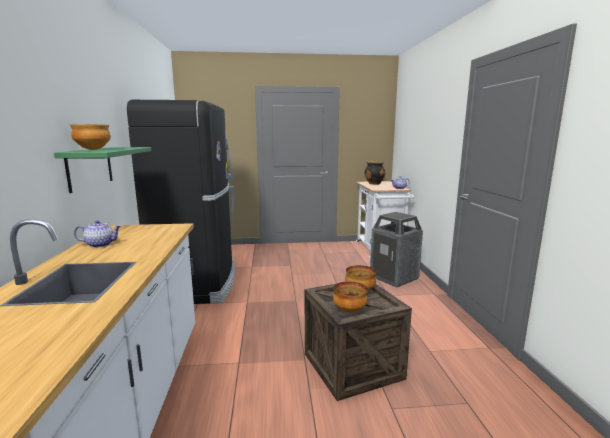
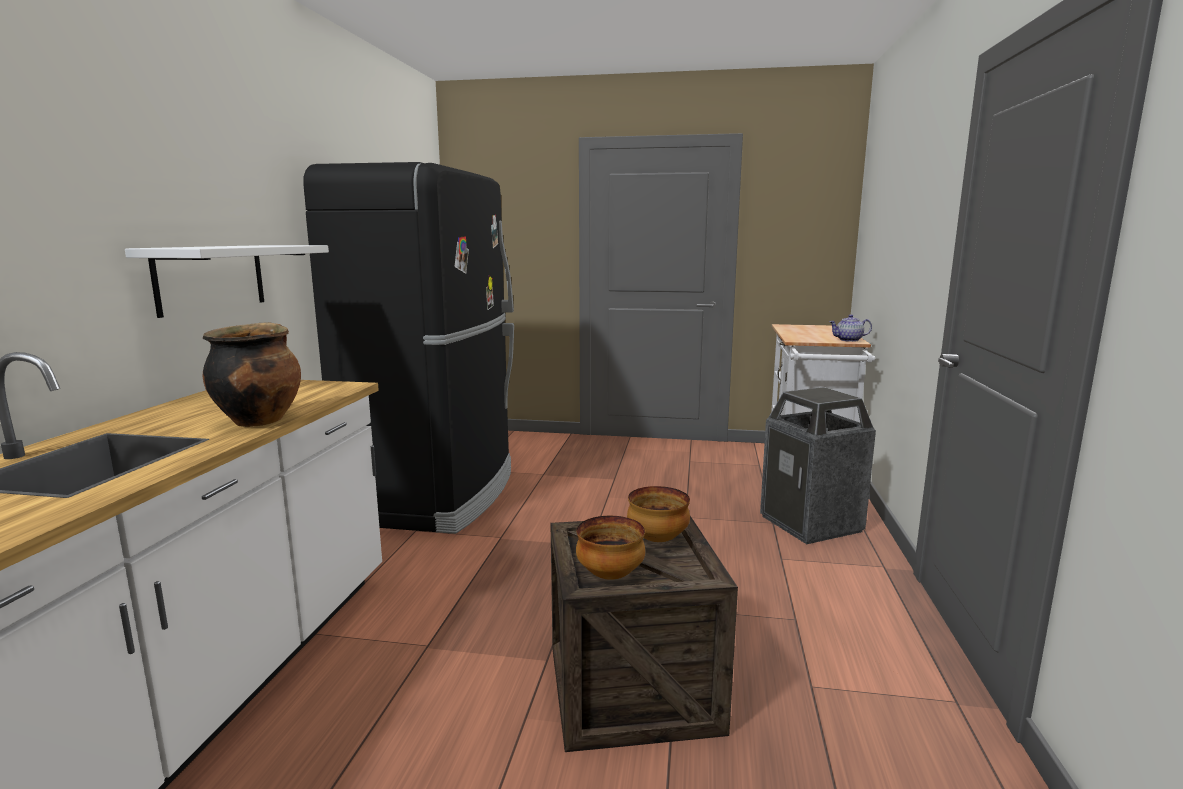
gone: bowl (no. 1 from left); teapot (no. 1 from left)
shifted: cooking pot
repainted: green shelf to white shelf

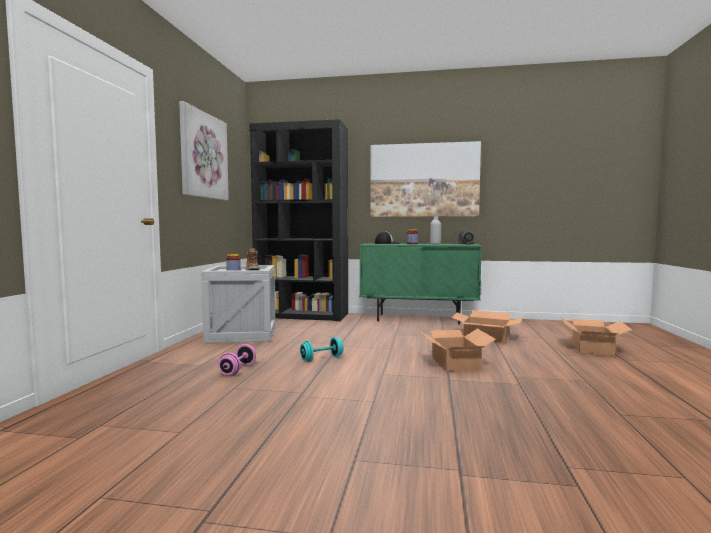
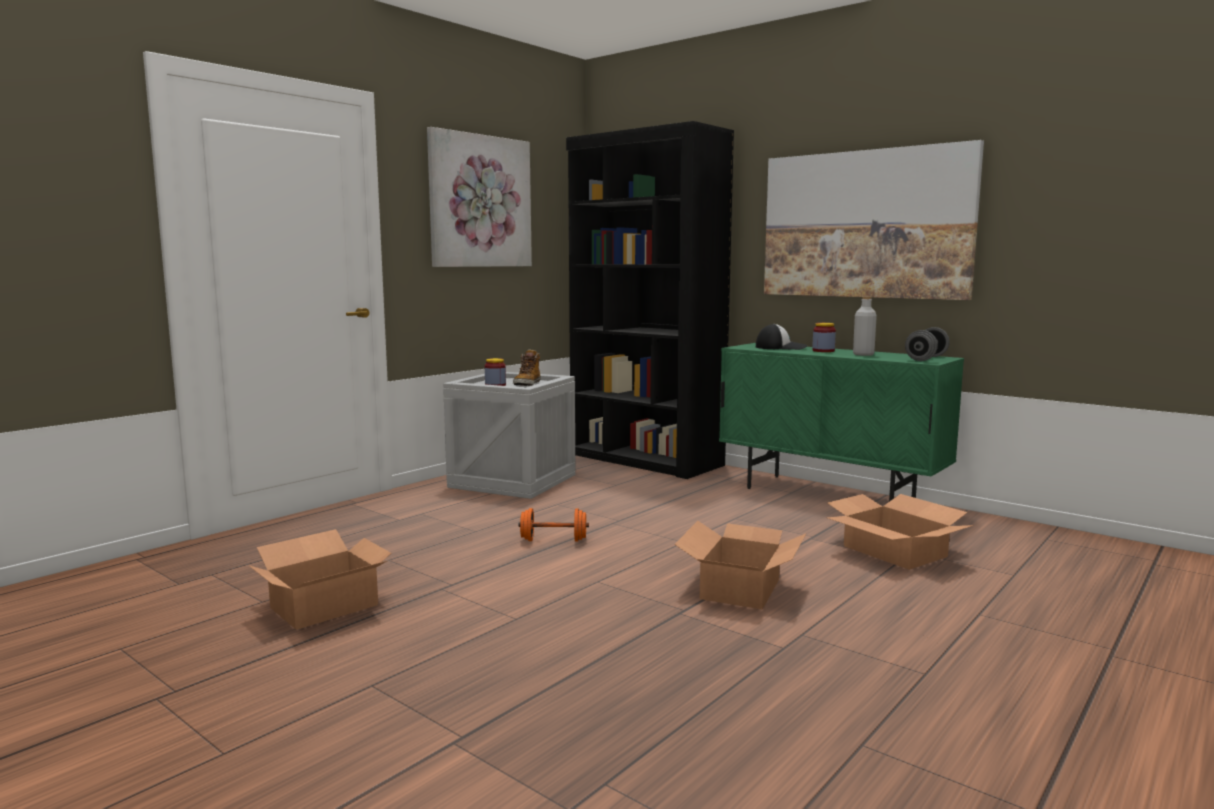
gone: pink dumbbell
shifted: cardboard box (no. 3 from left in the first image) to cardboard box (no. 1 from left)
repainted: turquoise dumbbell to orange dumbbell

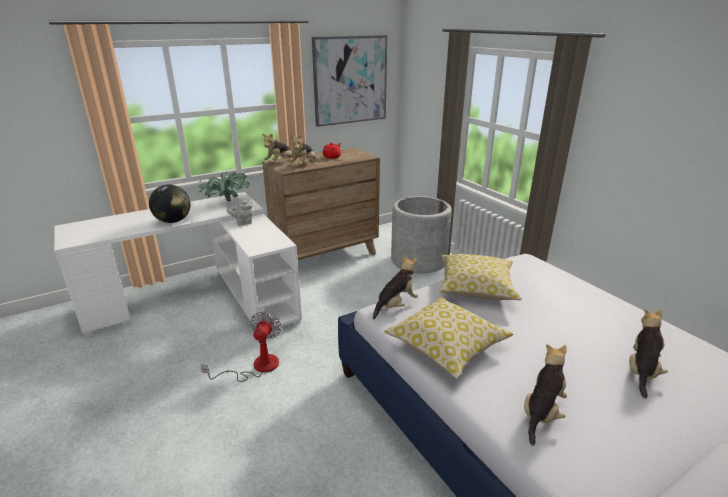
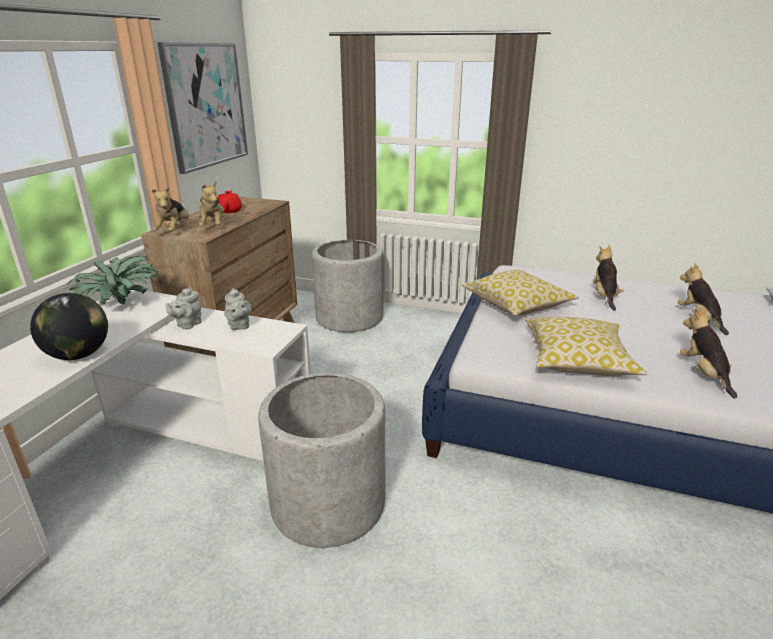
new: grey teapot (no. 2 from left)
shifted: plush toy (no. 3 from left)
swapped: fan to grey planter (no. 1 from left)

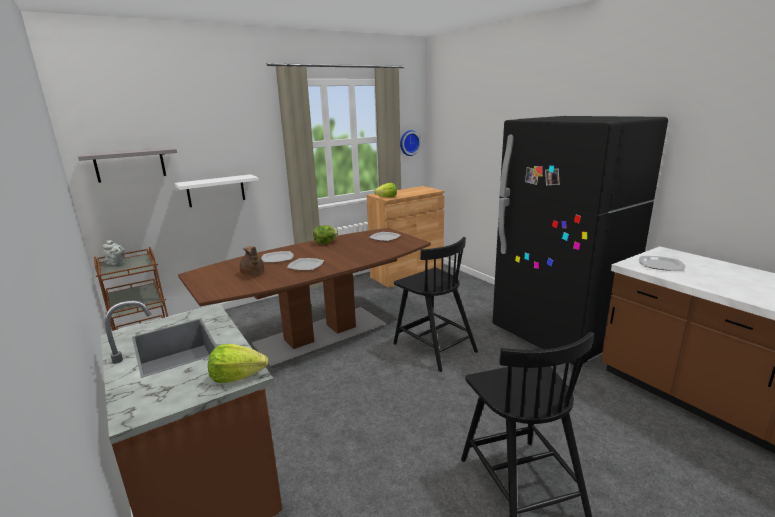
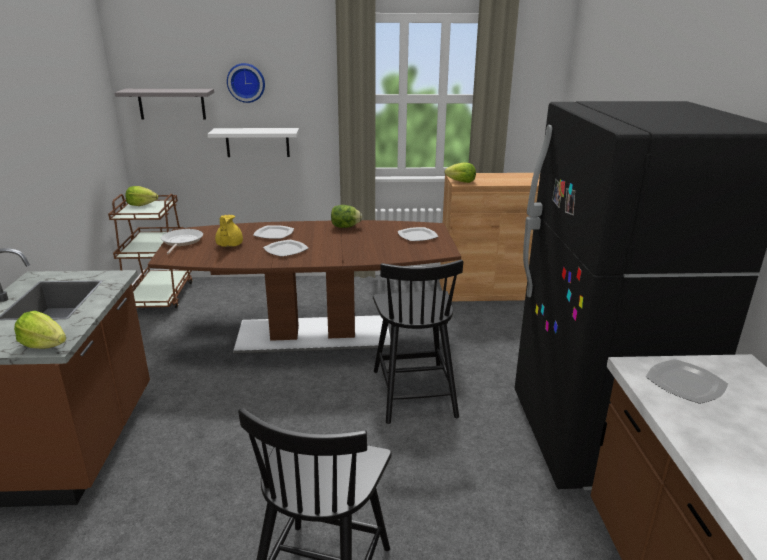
new: frying pan
shifted: wall clock
swapped: grey teapot to lettuce (no. 2 from left)
repainted: brown teapot to yellow teapot

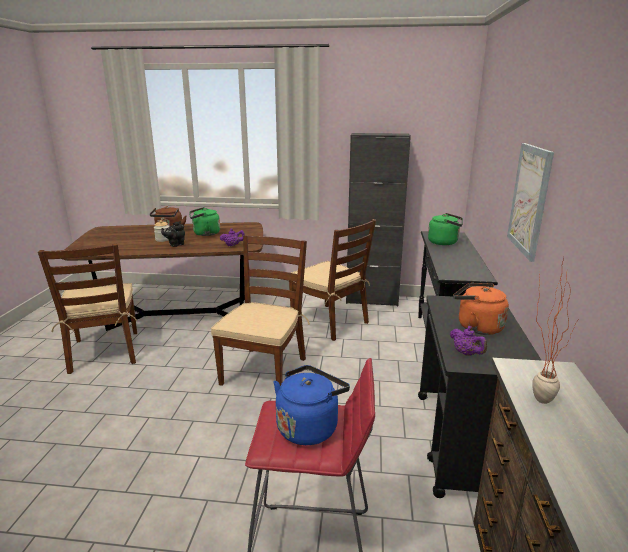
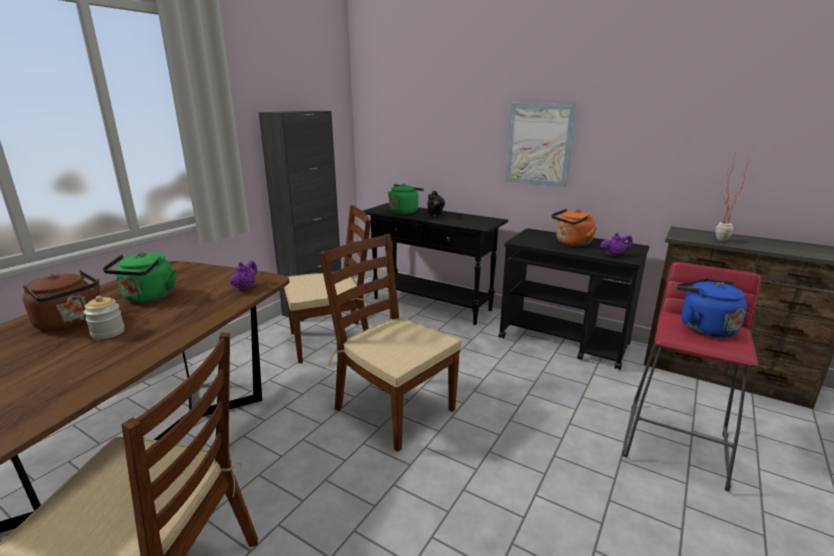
shifted: black teapot

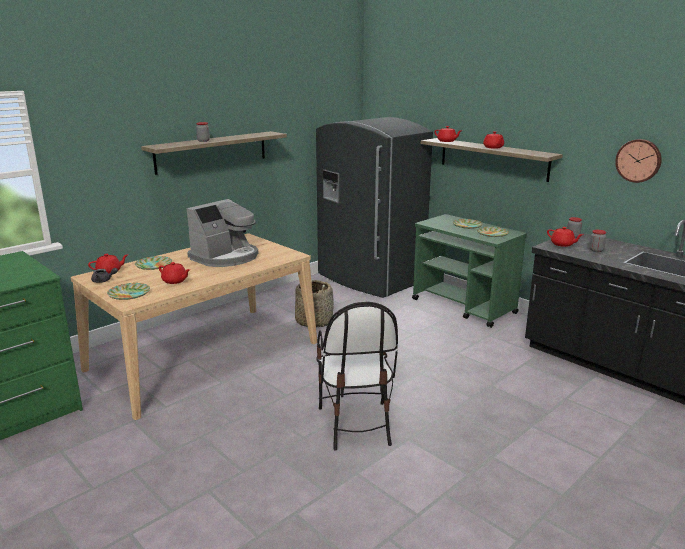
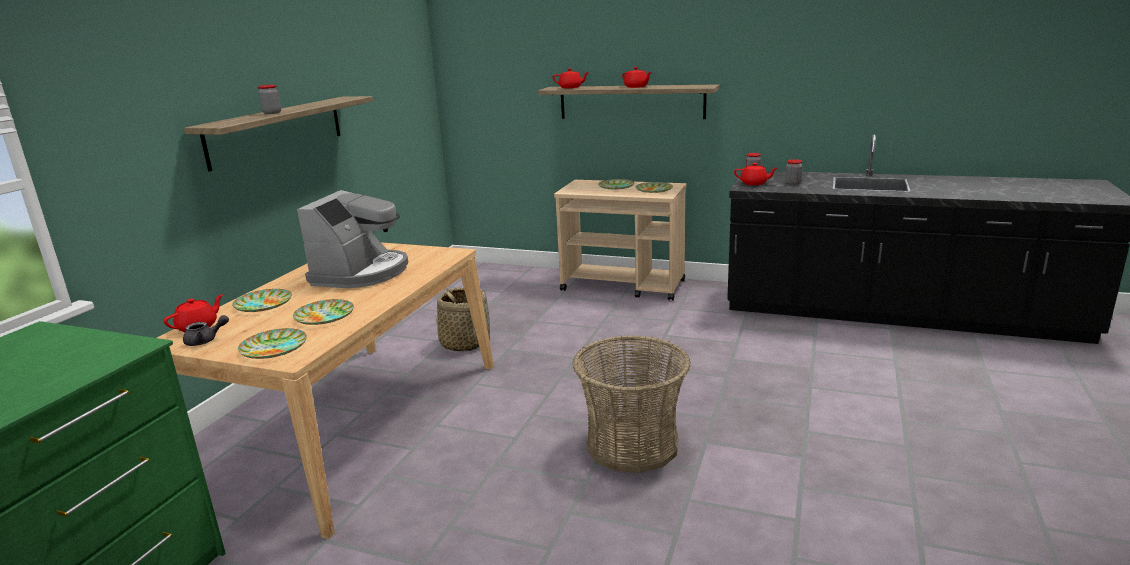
gone: grey fridge; wall clock
swapped: red teapot (no. 2 from left) to plate (no. 3 from left); chair to basket (no. 2 from left)
repainted: green cart to beige cart

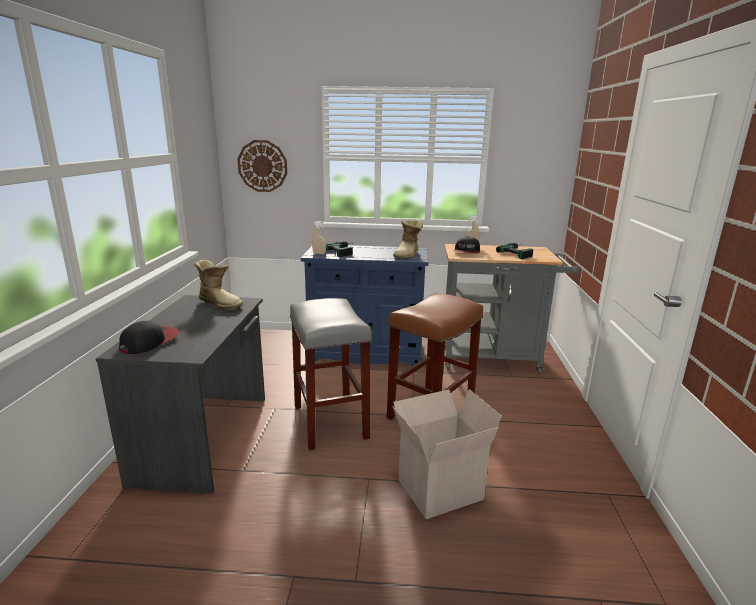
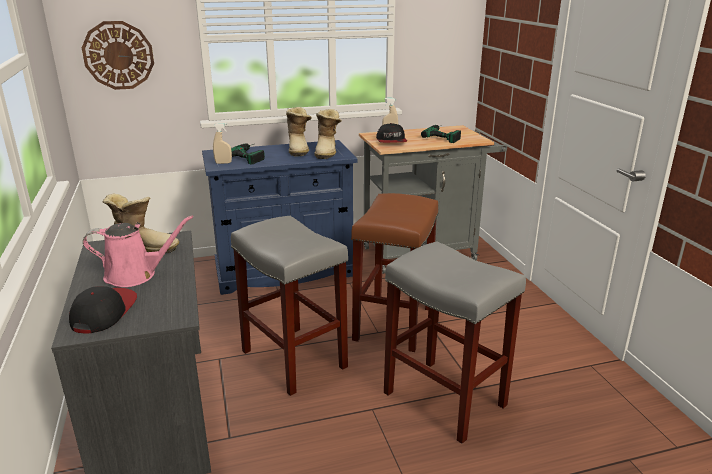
new: pink watering can; boot (no. 2 from left)
swapped: cardboard box to grey stool (no. 2 from left)

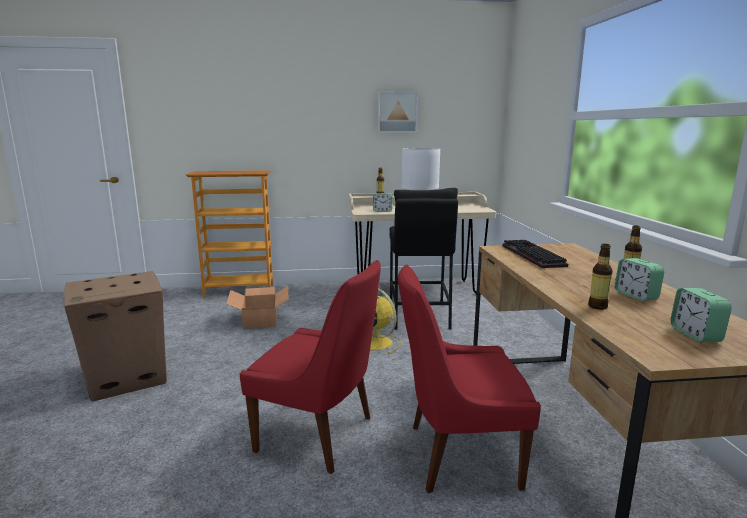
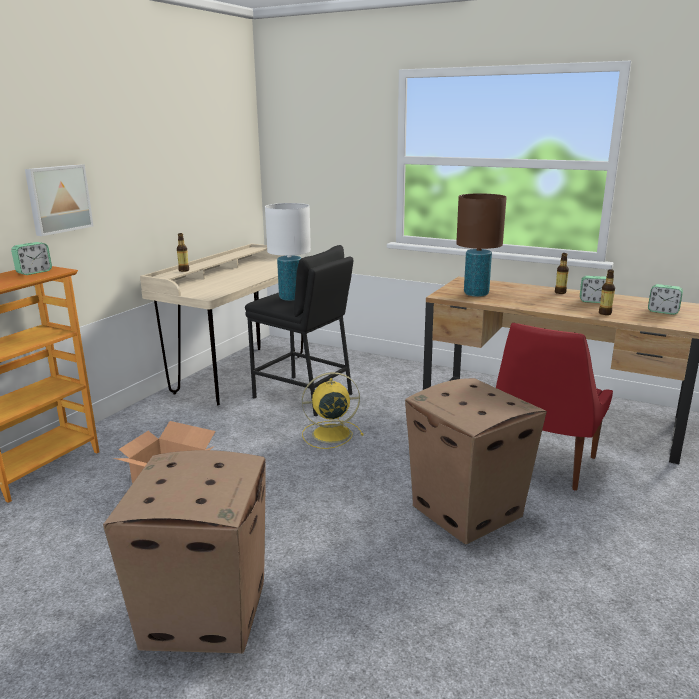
shifted: alarm clock (no. 1 from left); picture
swapped: red chair (no. 1 from left) to cardboard box (no. 3 from left); keyboard to brown table lamp

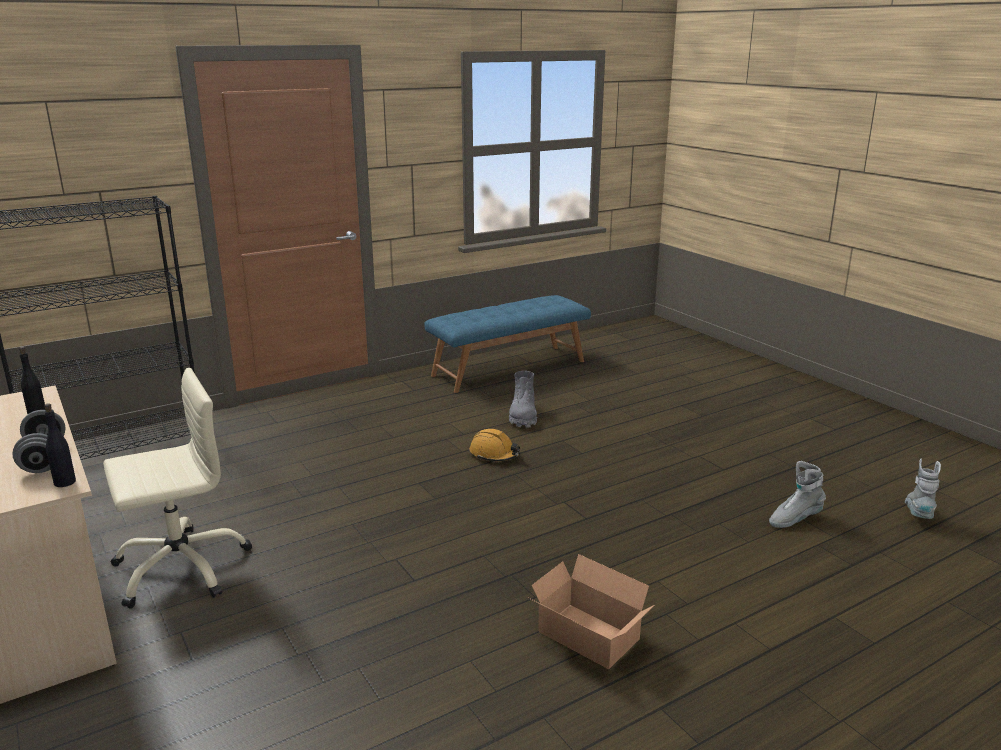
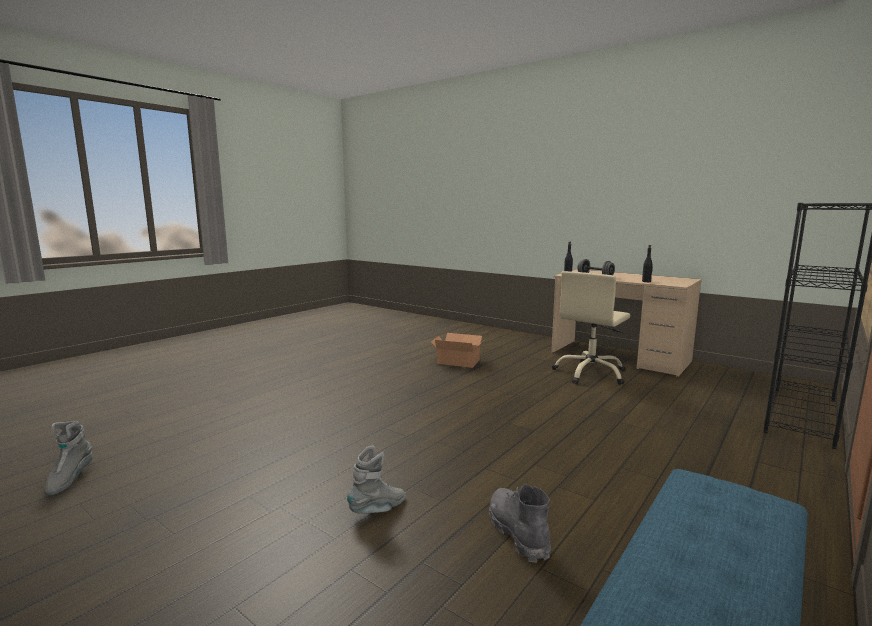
gone: orange hard hat
shifted: grey boot (no. 2 from left); cardboard box

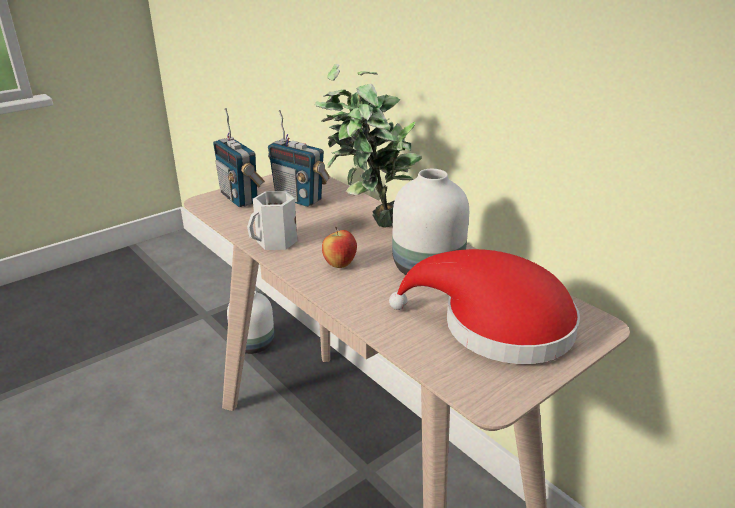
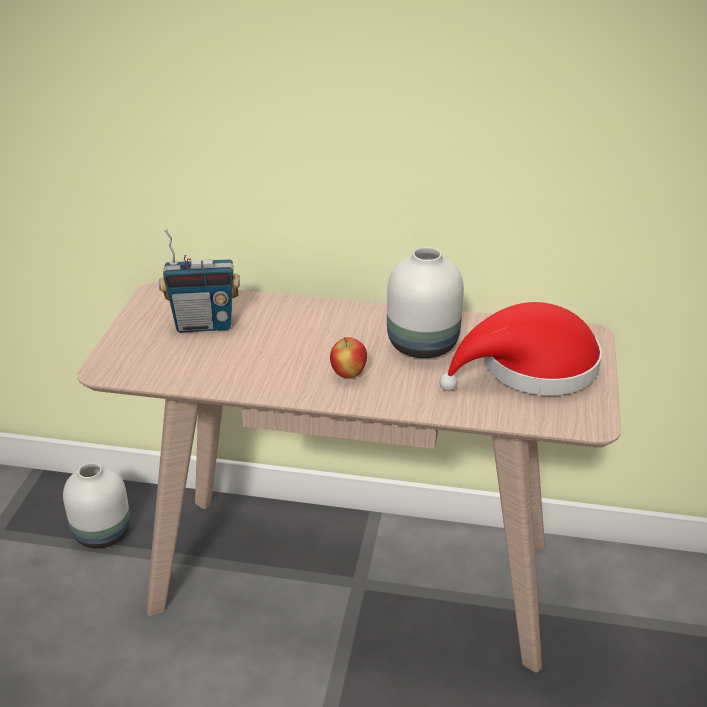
gone: radio (no. 1 from left); white mug; potted plant

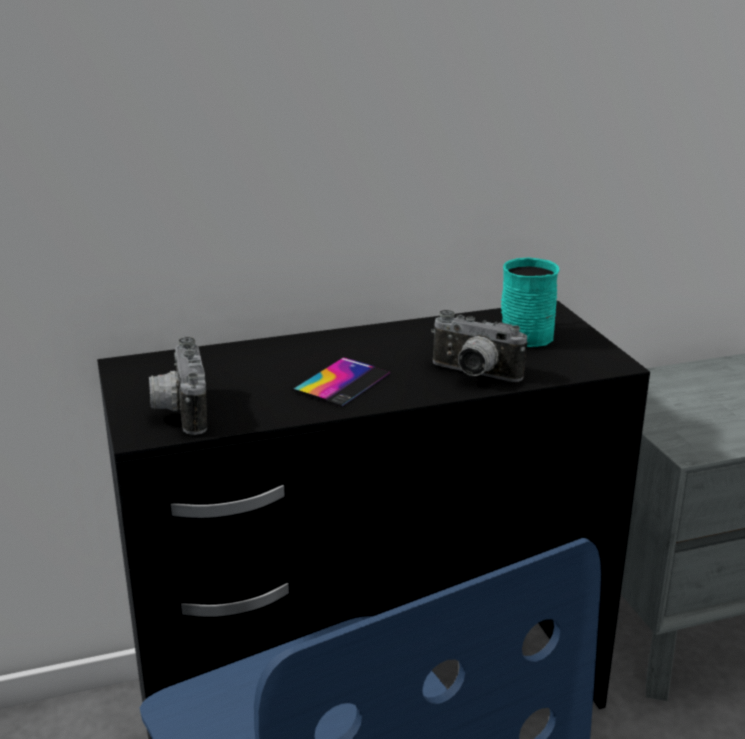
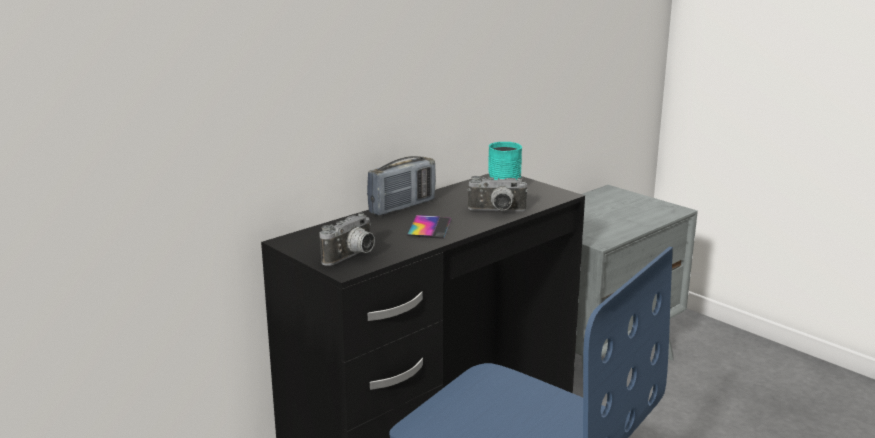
new: radio
rotated: photo camera (no. 1 from left) 105 degrees counterclockwise

